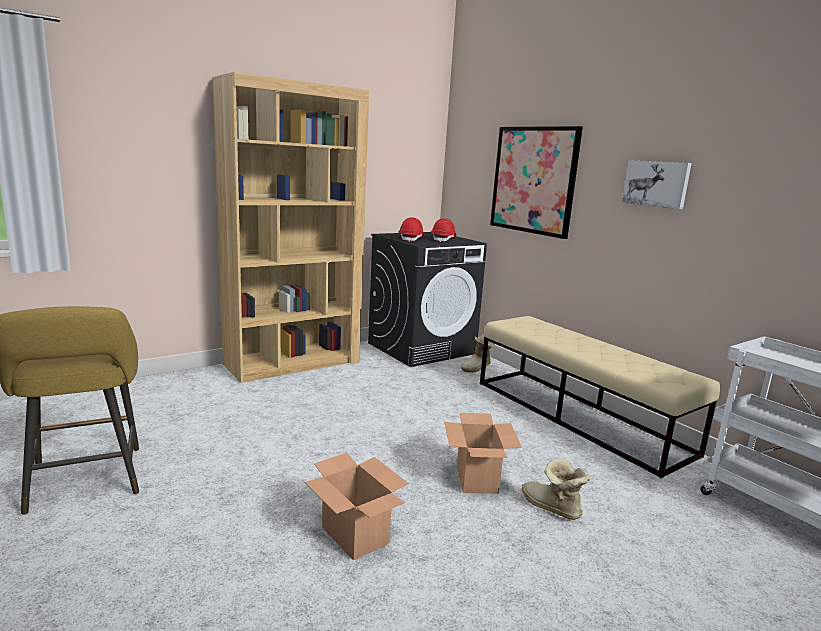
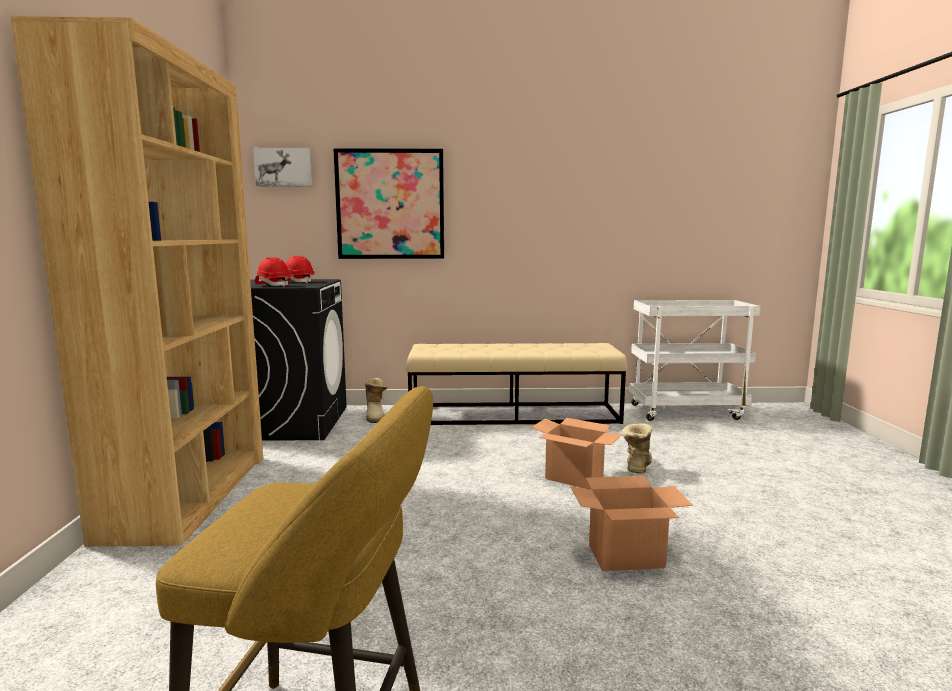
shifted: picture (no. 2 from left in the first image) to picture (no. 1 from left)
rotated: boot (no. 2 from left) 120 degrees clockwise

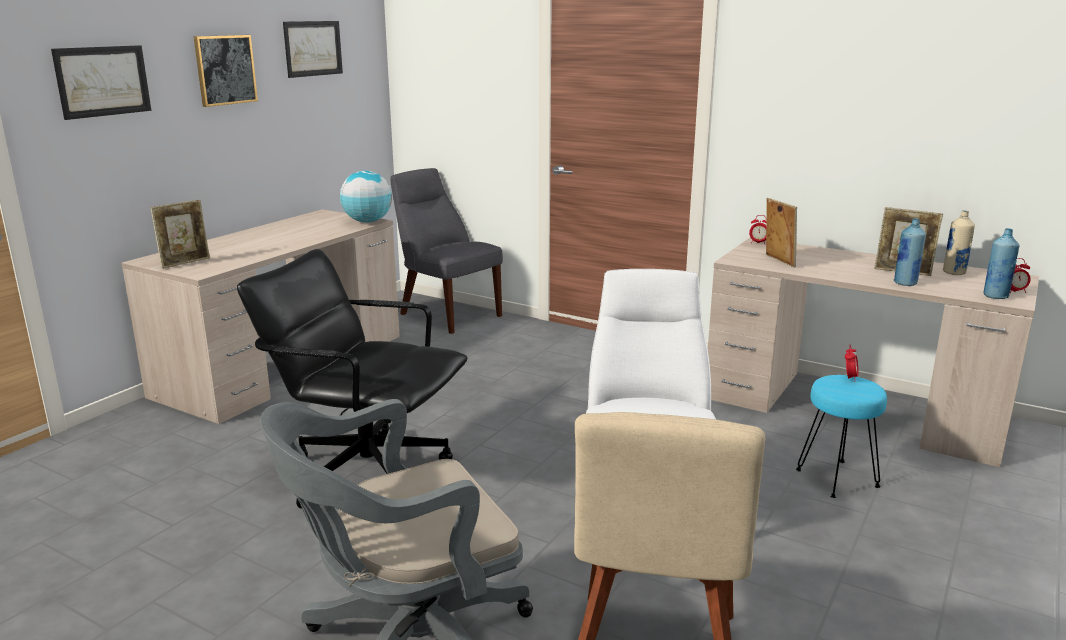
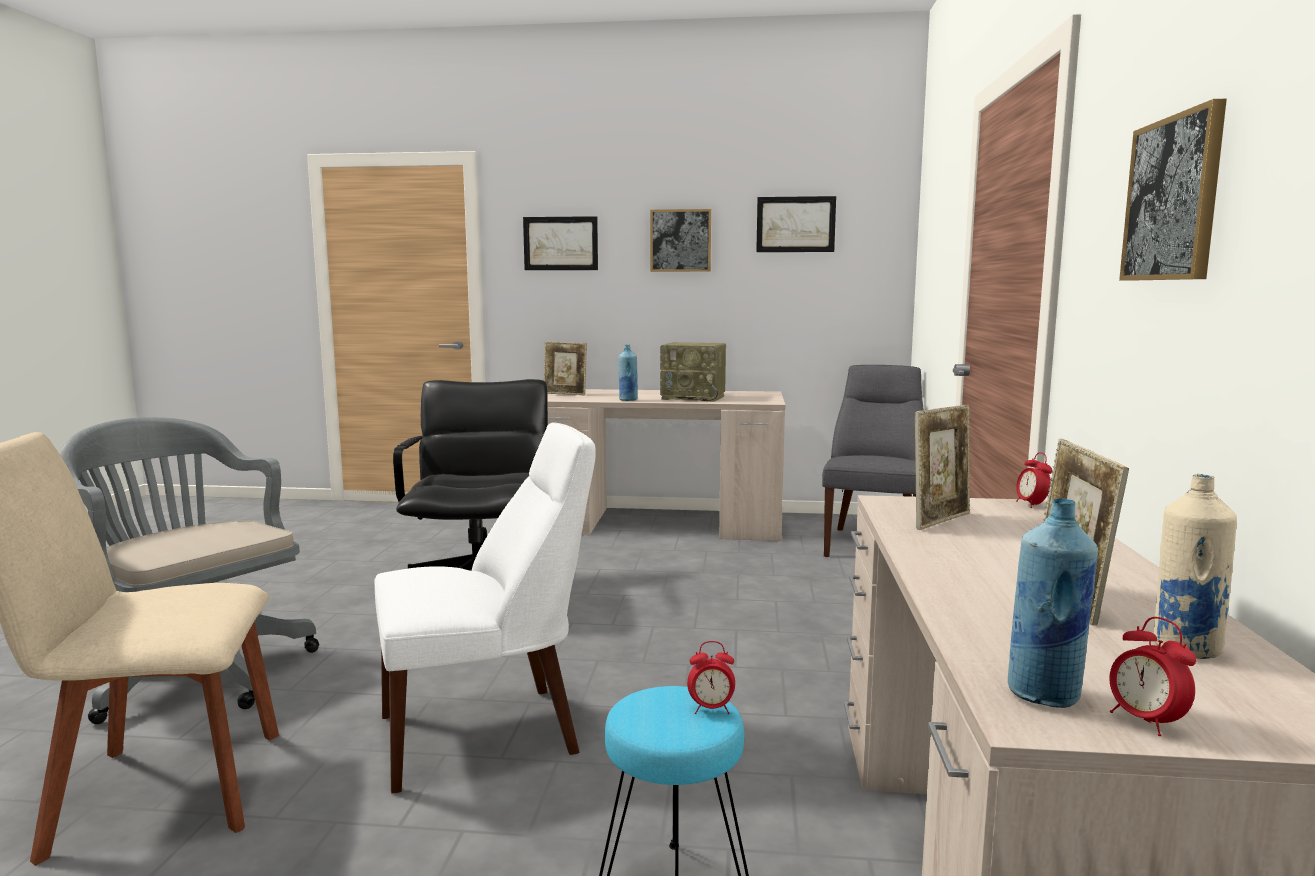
gone: globe
new: radio; picture (no. 4 from left)
shifted: blue bottle (no. 1 from left)

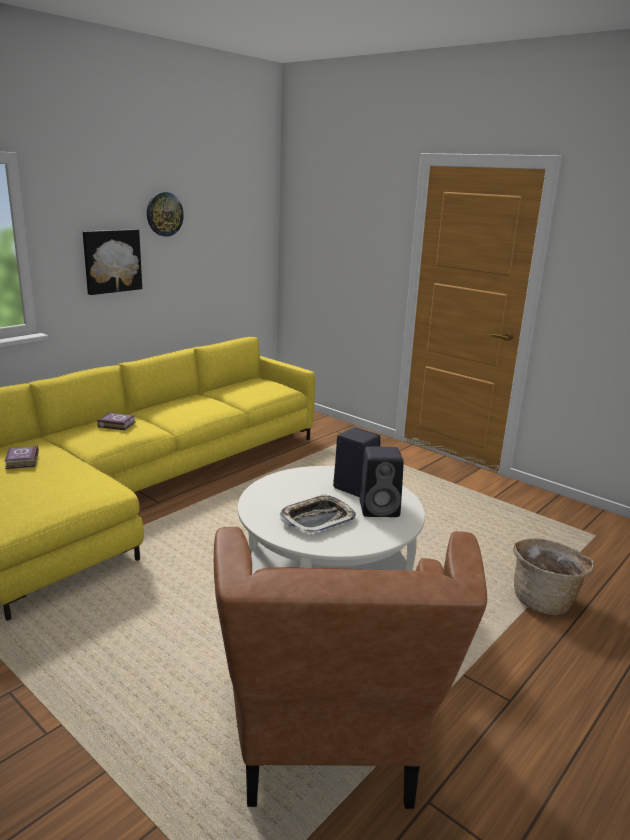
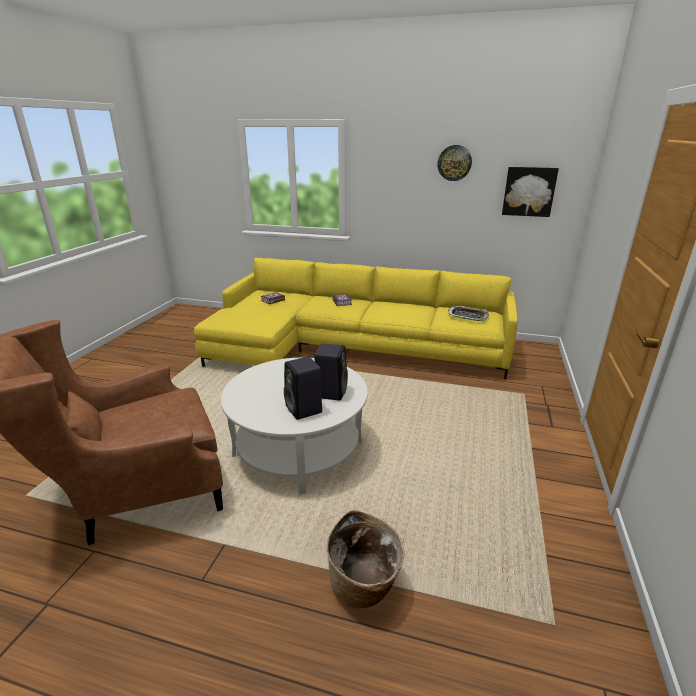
shifted: tray; picture

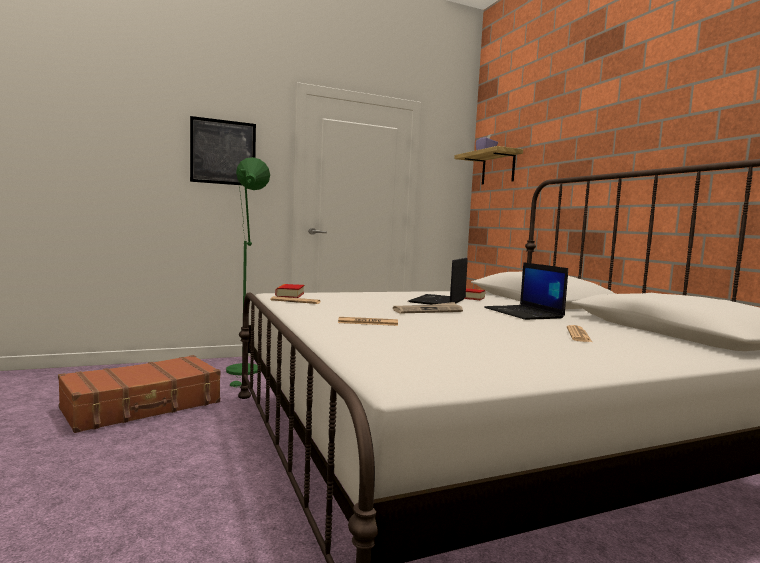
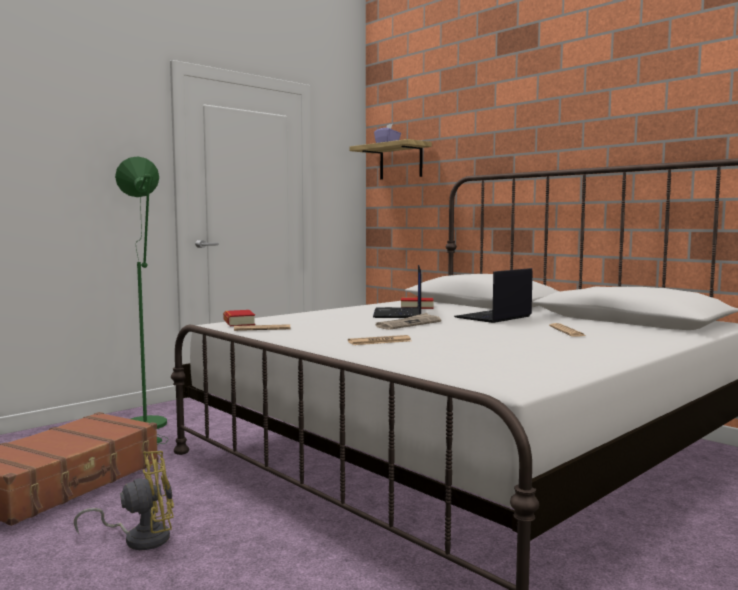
gone: picture
new: yellow fan
rotated: laptop (no. 2 from left) 90 degrees clockwise

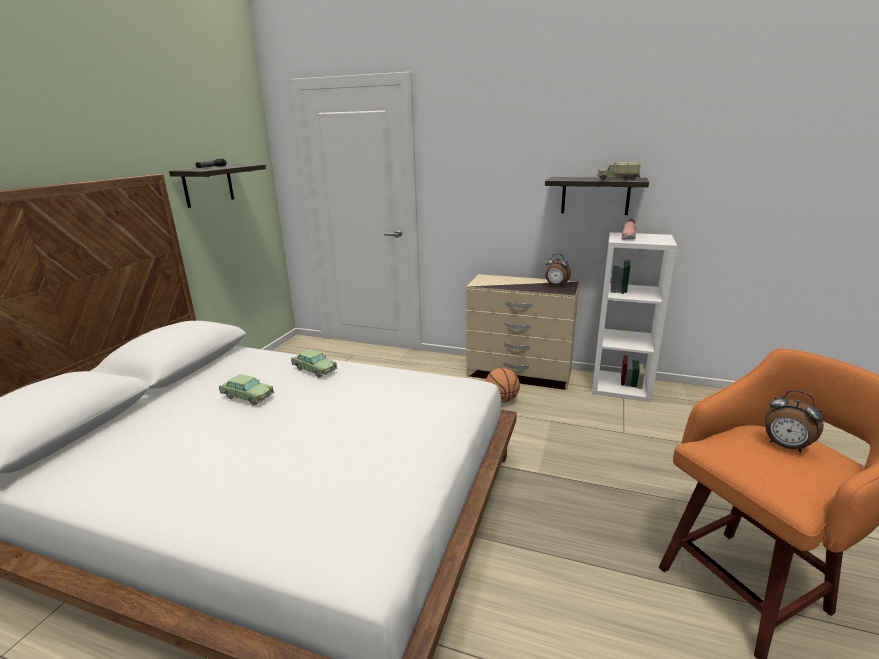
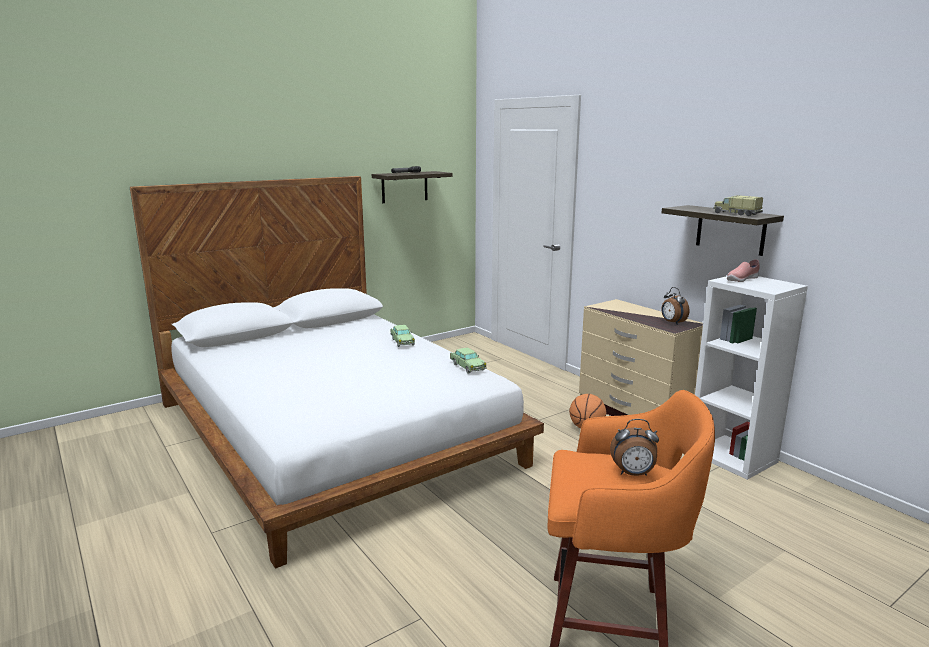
shifted: toy car (no. 1 from left in the first image) to toy car (no. 2 from left)
rotated: alarm clock (no. 2 from left in the first image) 75 degrees counterclockwise

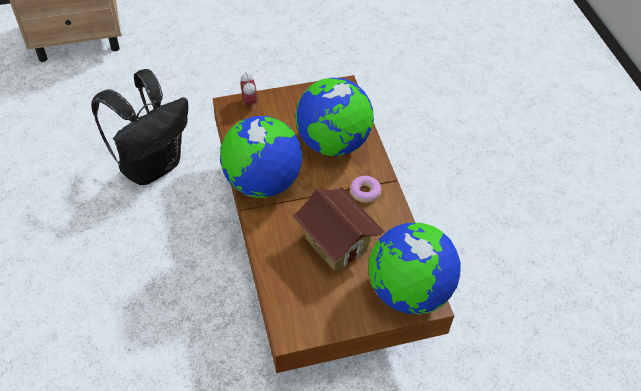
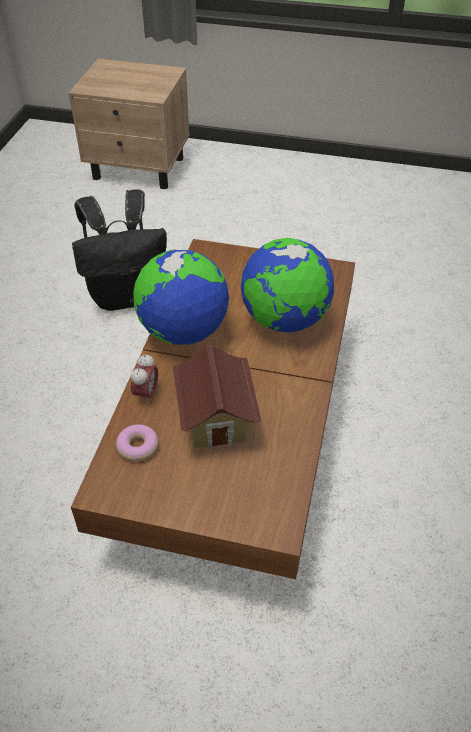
gone: globe (no. 3 from left)
shifted: donut; alarm clock

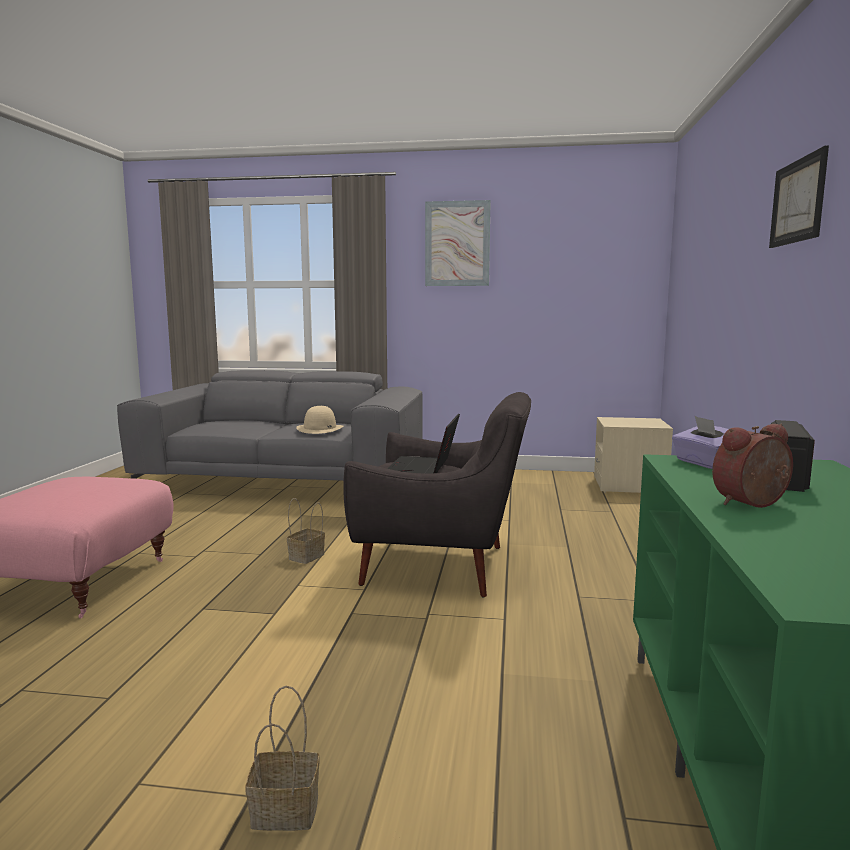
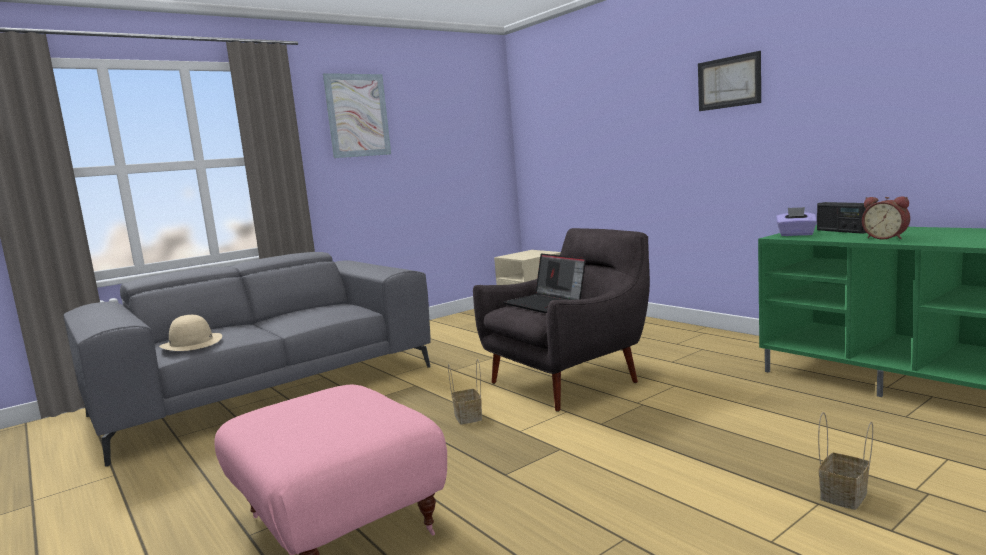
shifted: beige hat
rotated: alarm clock 60 degrees counterclockwise

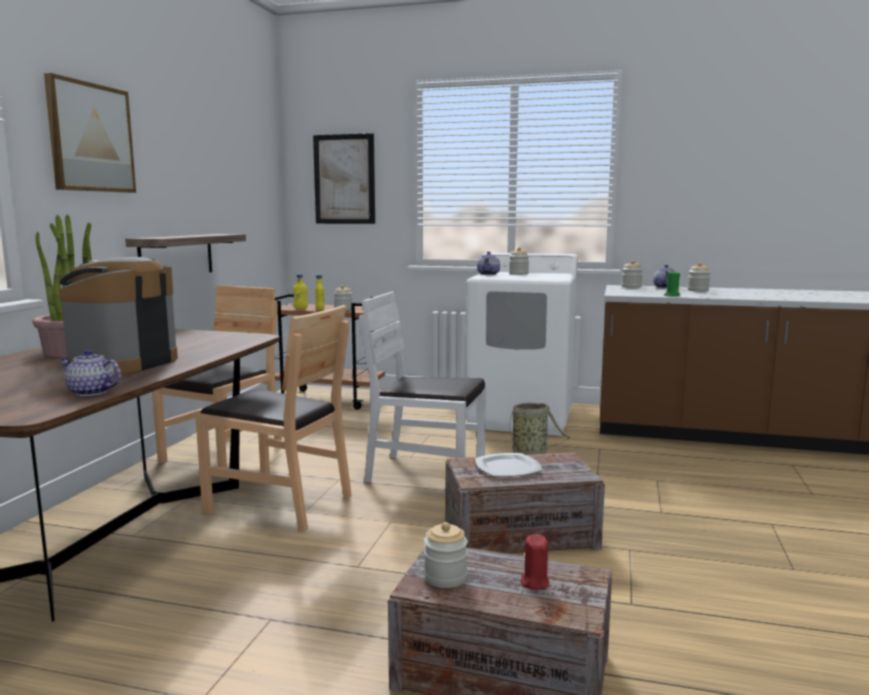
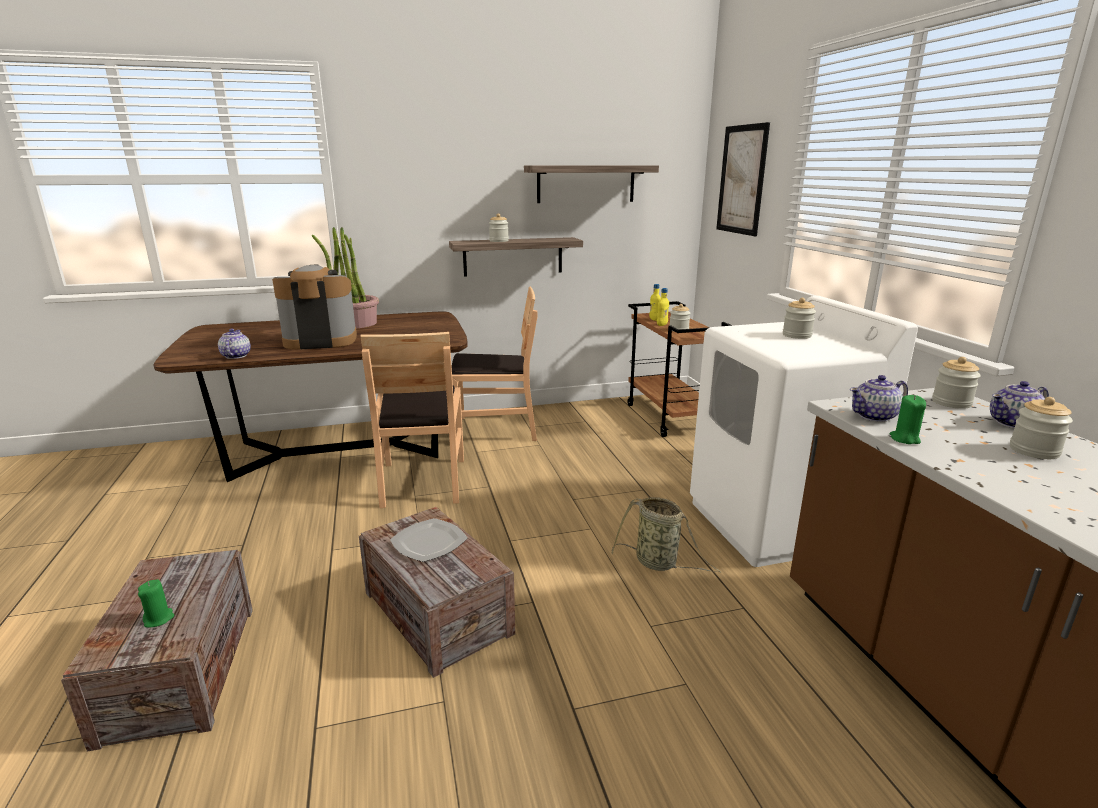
gone: picture (no. 1 from left); white chair
new: shelf (no. 2 from left)
shifted: jar (no. 2 from left in the first image) to jar (no. 1 from left); teapot (no. 2 from left)
repainted: red candle to green candle (no. 1 from left)

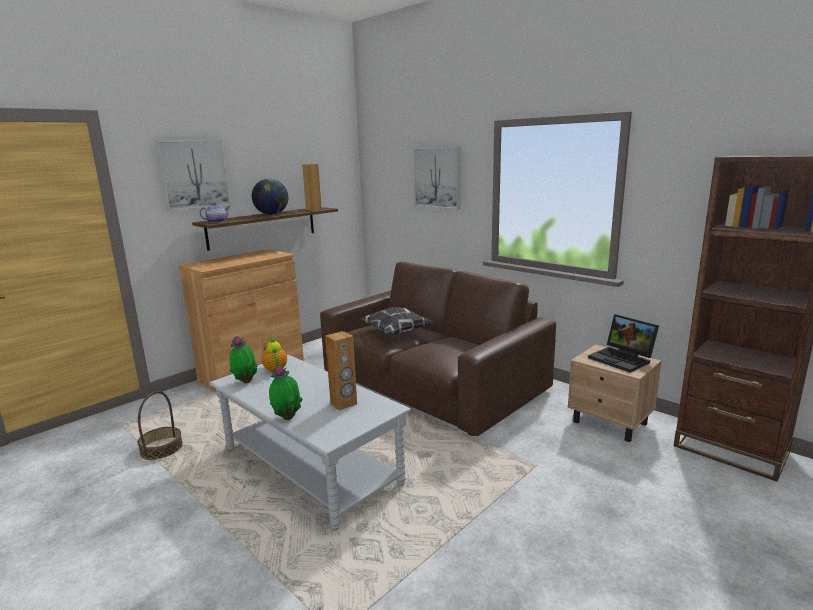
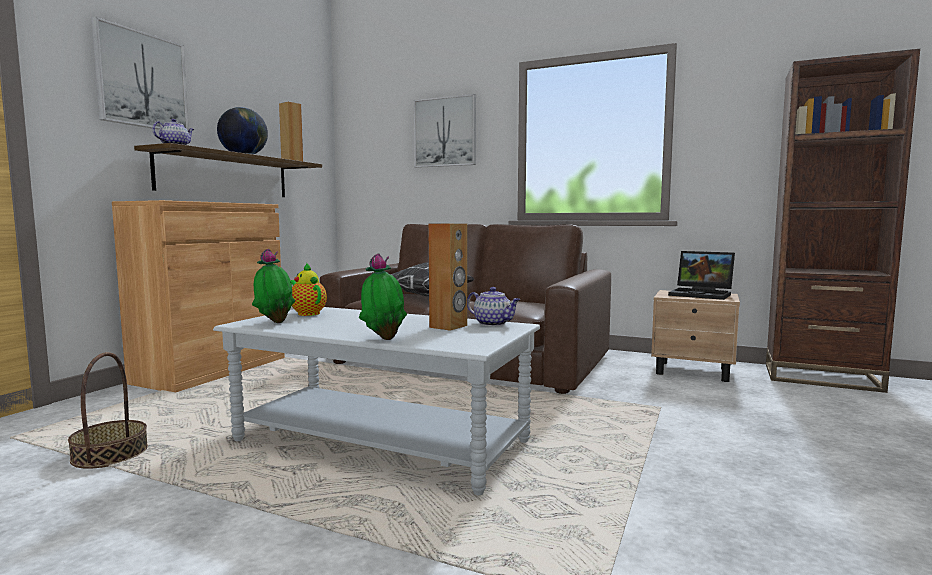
new: teapot (no. 3 from left)

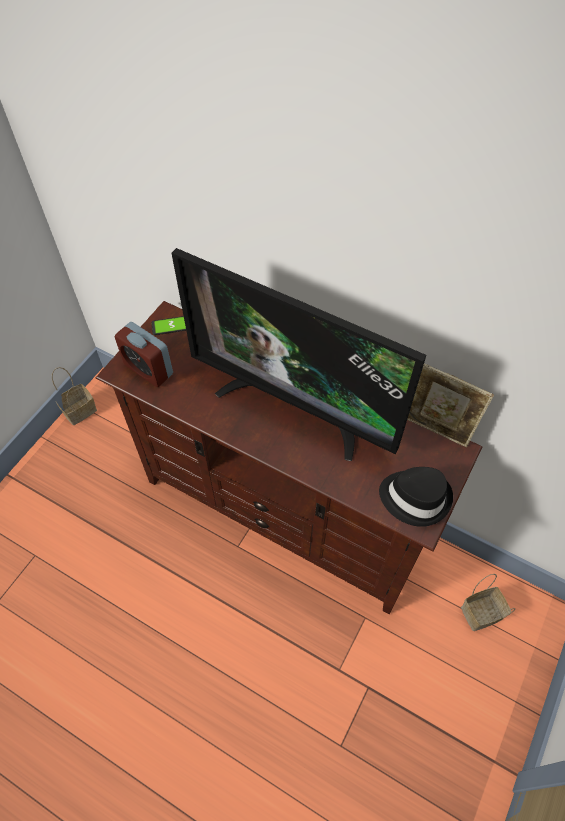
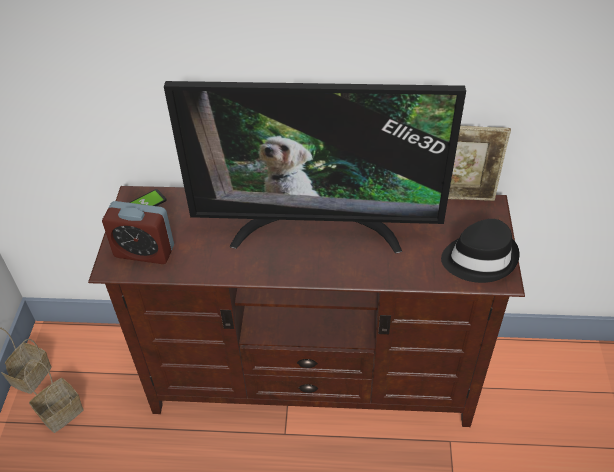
shifted: basket (no. 2 from left)

